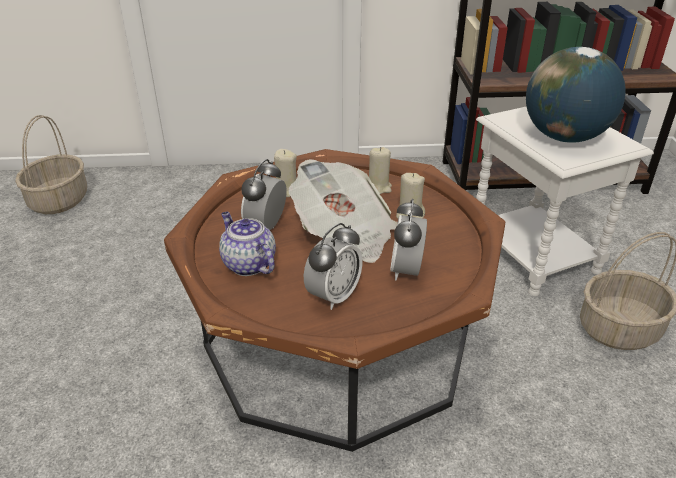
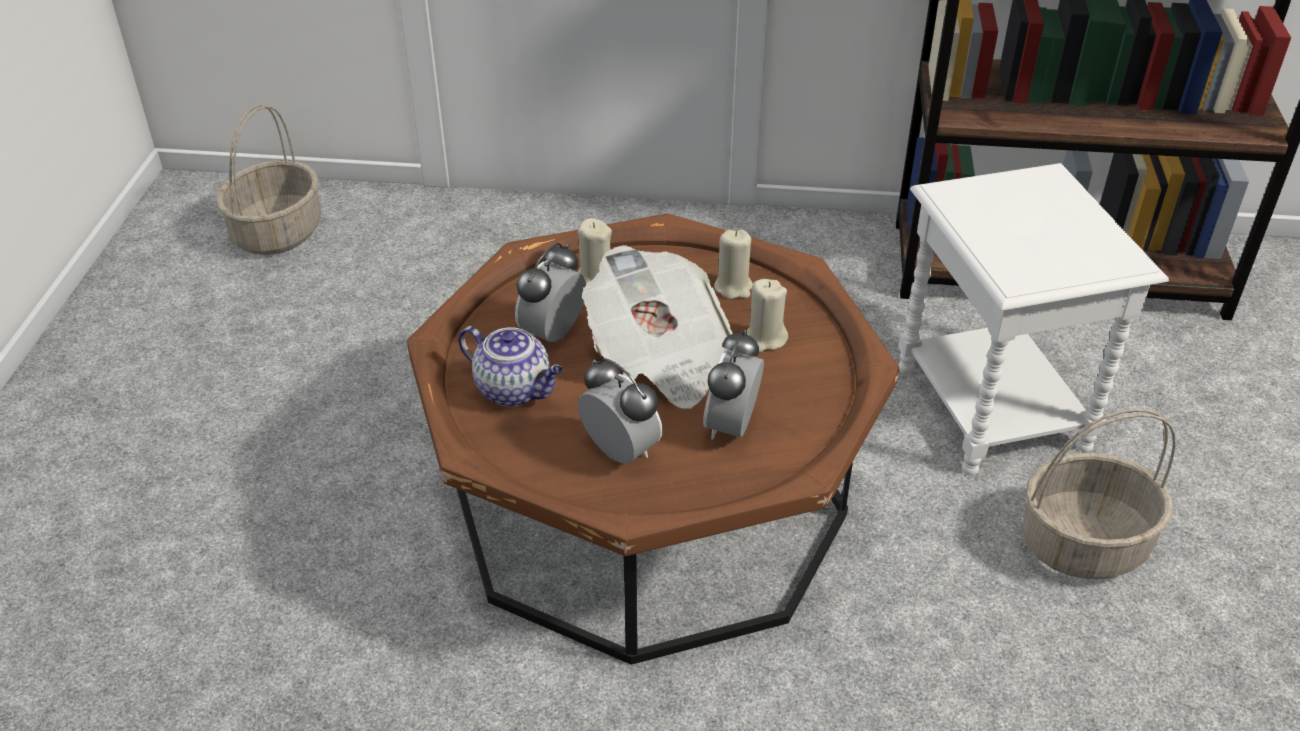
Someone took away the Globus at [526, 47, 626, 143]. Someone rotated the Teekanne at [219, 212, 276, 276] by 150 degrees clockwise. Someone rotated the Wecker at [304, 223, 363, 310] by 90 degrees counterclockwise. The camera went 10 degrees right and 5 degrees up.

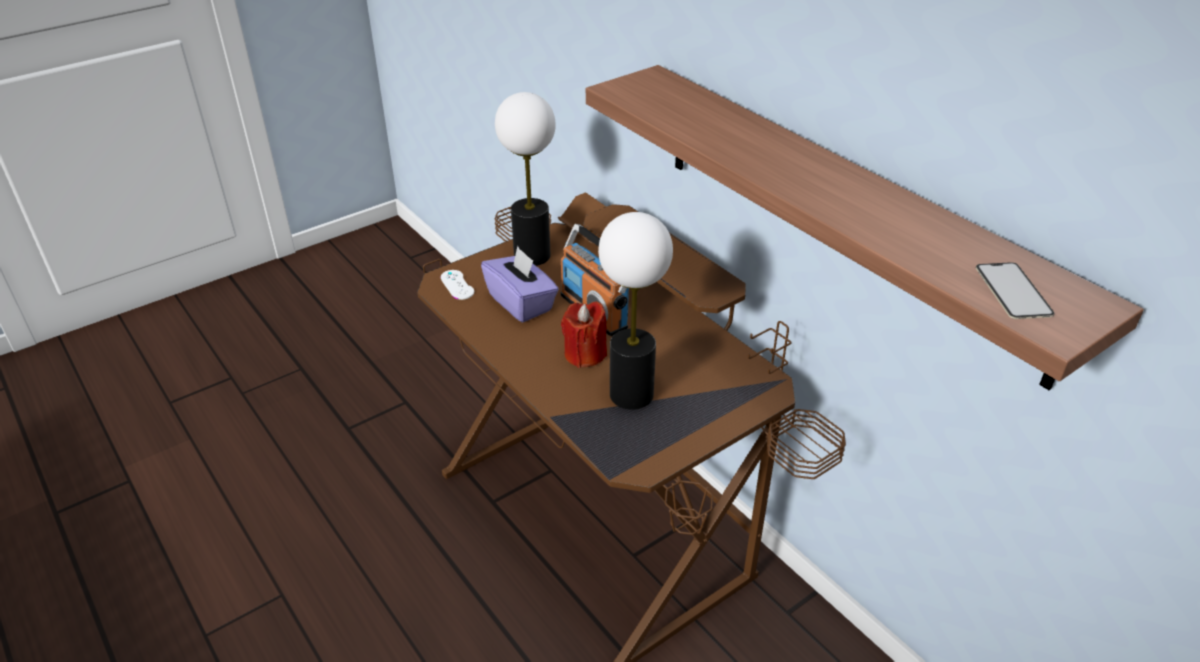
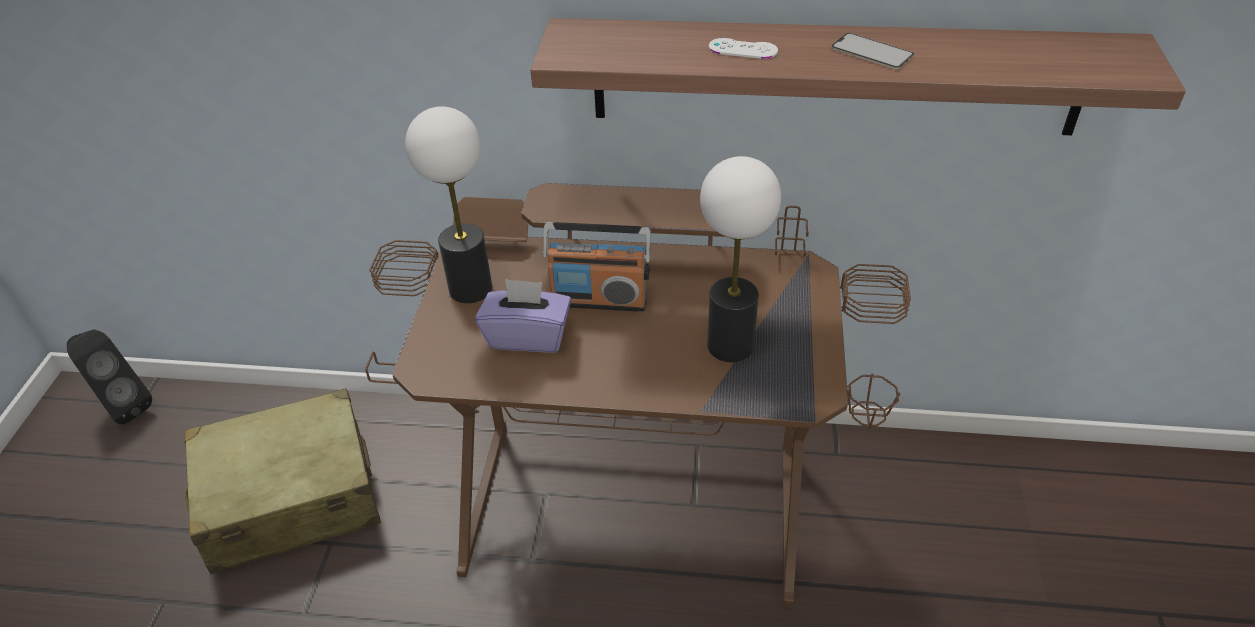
Someone took away the Kerze (rot) at [561, 301, 607, 368]. Someone put down the Lautsprecher (schwarz) at [67, 329, 152, 424]. Someone put down the Koffer (beige) at [184, 388, 381, 574]. Someone carried the Gamepad (weiß) from [440, 270, 474, 300] to [709, 38, 778, 59]. Someone carried the Handy from [976, 262, 1055, 319] to [831, 33, 914, 69]. The camera went 45 degrees left and 5 degrees up.

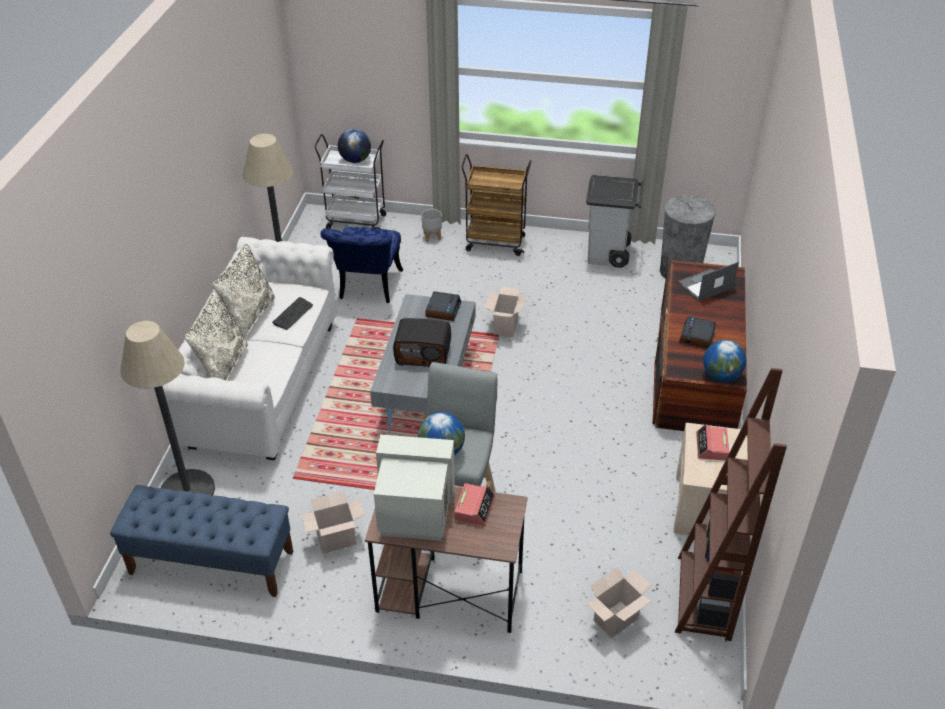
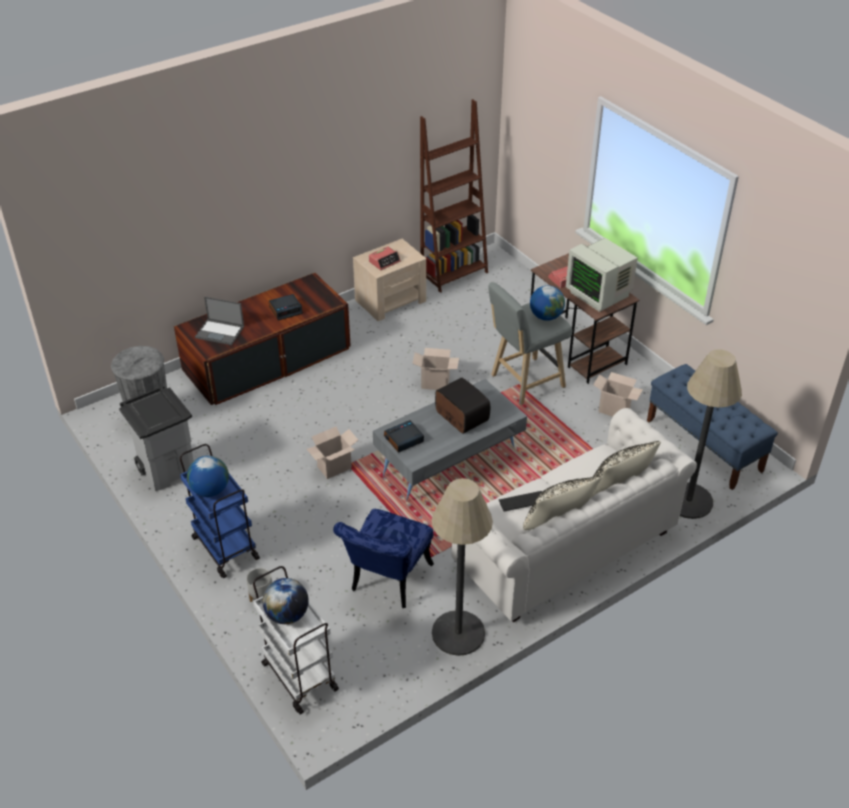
Someone carried the Karton from [587, 567, 652, 638] to [412, 348, 459, 390]. Someone carried the Globus from [703, 340, 747, 382] to [187, 456, 229, 497]. Someone repainted the Rollwagen (braun) at [462, 154, 532, 256], which became the Rollwagen (blau) at [180, 444, 260, 578]. Someone rotated the Stuhl (blau) at [321, 227, 403, 303] by 150 degrees clockwise. The camera went 135 degrees left and 0 degrees up.

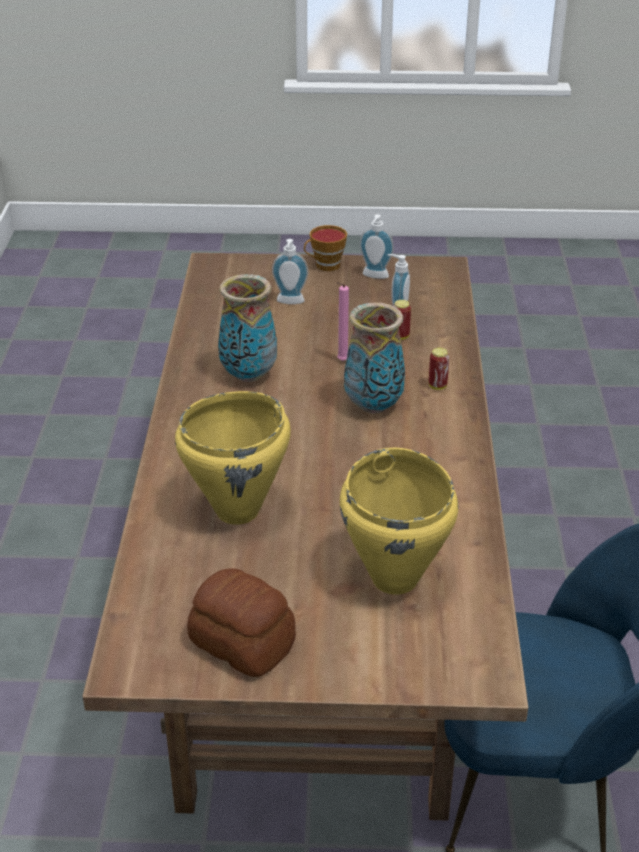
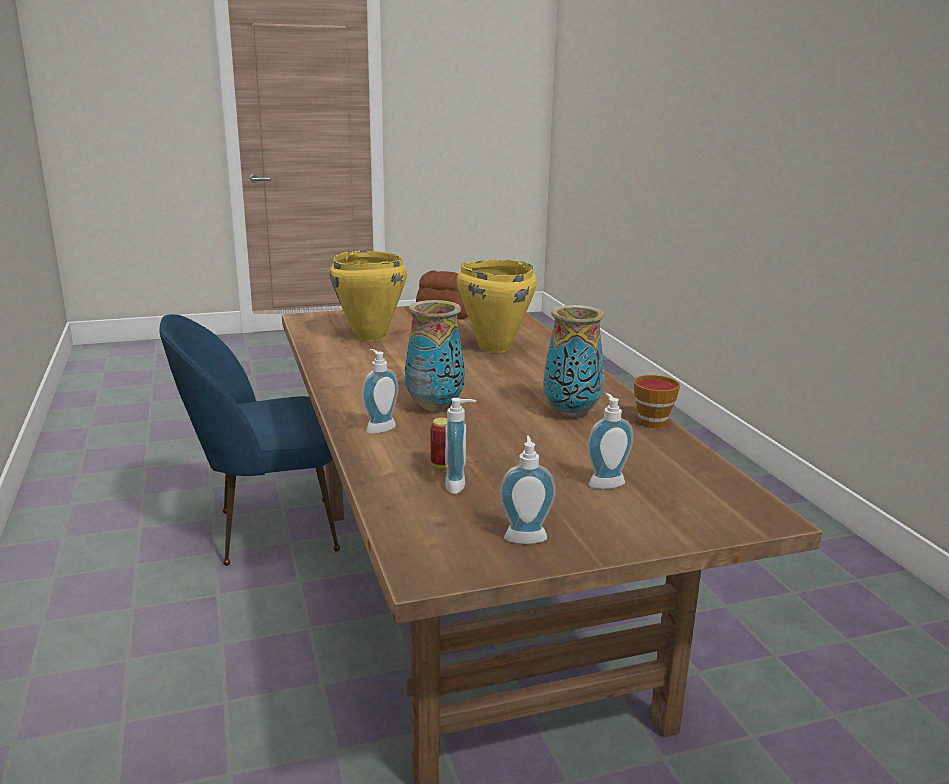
Someone took away the Kerze (rosa) at [336, 282, 349, 361]. Someone carried the Tasse from [304, 225, 347, 271] to [634, 375, 680, 428]. Someone swapped the Dose at [429, 348, 449, 390] for the Seifenspender at [362, 349, 398, 434]. The camera went 160 degrees right and 15 degrees down.

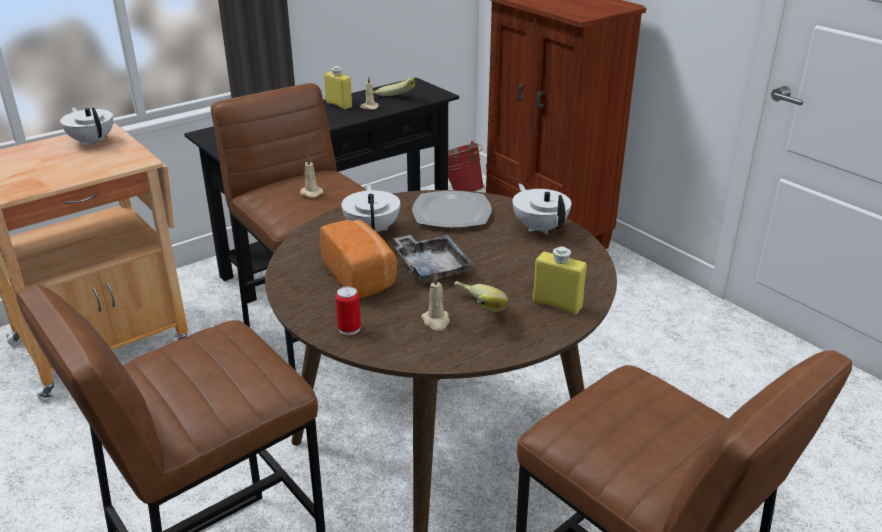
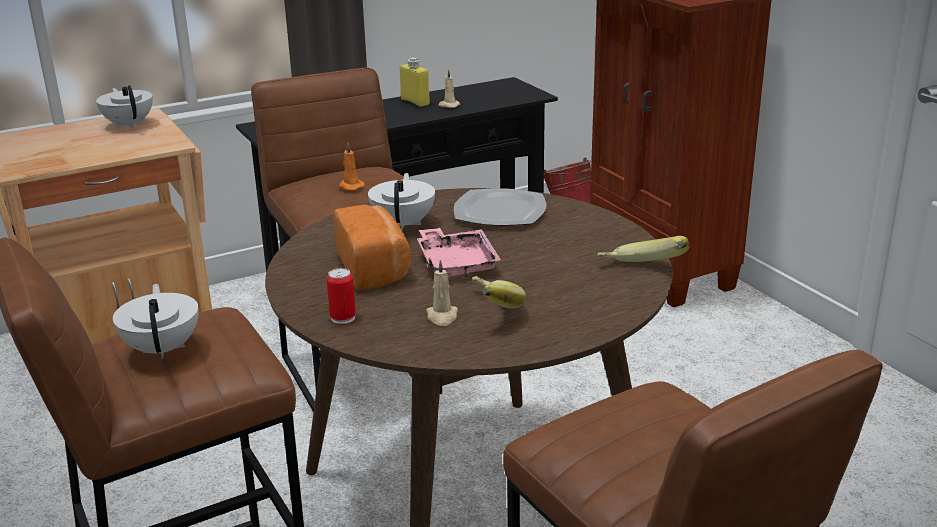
Someone took away the Flasche (gelb) at [533, 246, 587, 314]. Someone carried the Banane from [373, 78, 416, 96] to [597, 236, 690, 262]. Someone carried the Teekanne (weiß) from [513, 183, 571, 235] to [113, 284, 199, 359]. Someone repainted the Kerze (beige) at [300, 156, 323, 197], which became the Kerze (orange) at [339, 143, 365, 191]. Someone repainted the Tablett (grau) at [393, 234, 473, 283], which became the Tablett (rosa) at [417, 228, 501, 277]. The camera went 10 degrees right and 5 degrees down.

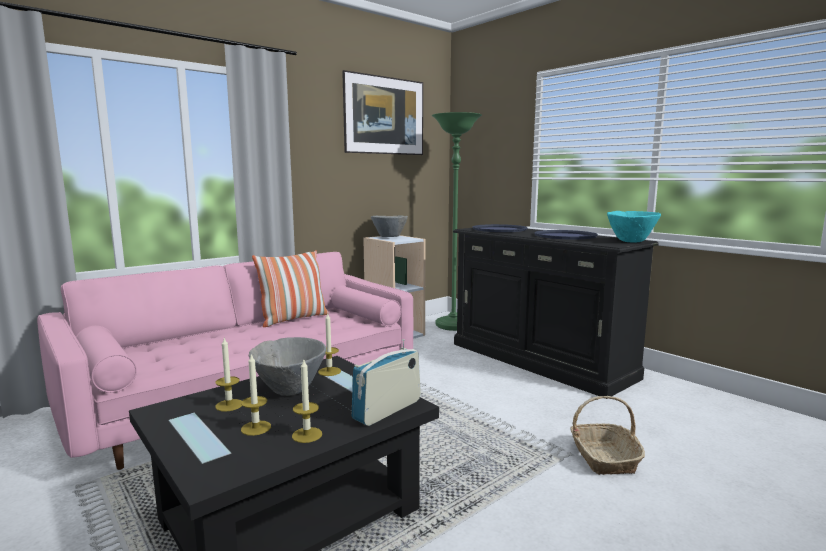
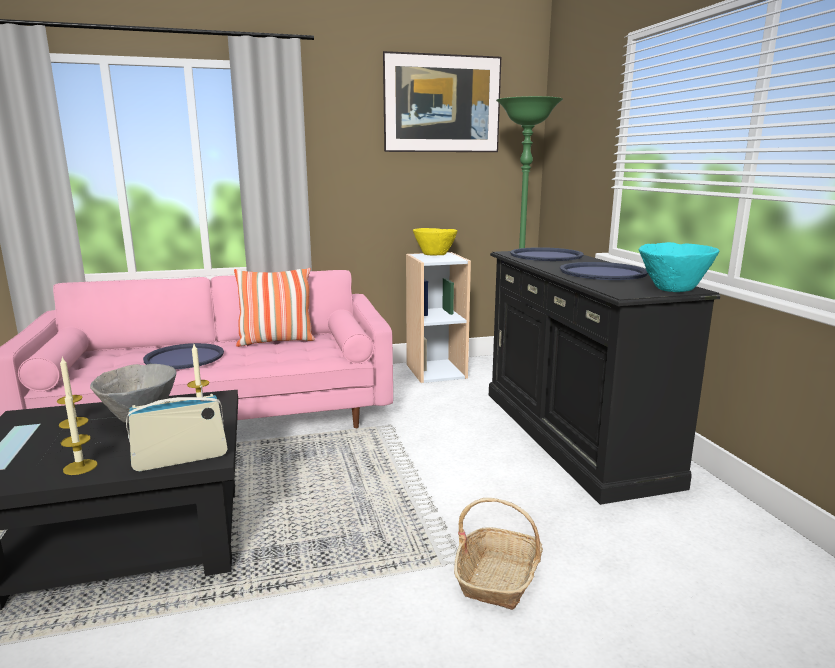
Someone took away the Kerze at [241, 354, 271, 436]. Someone put down the Tablett (blau) at [143, 343, 224, 369]. Someone repainted the Schüssel (grau) at [371, 215, 408, 237], which became the Schüssel (gelb) at [413, 228, 458, 255]. The camera went 25 degrees right and 5 degrees up.

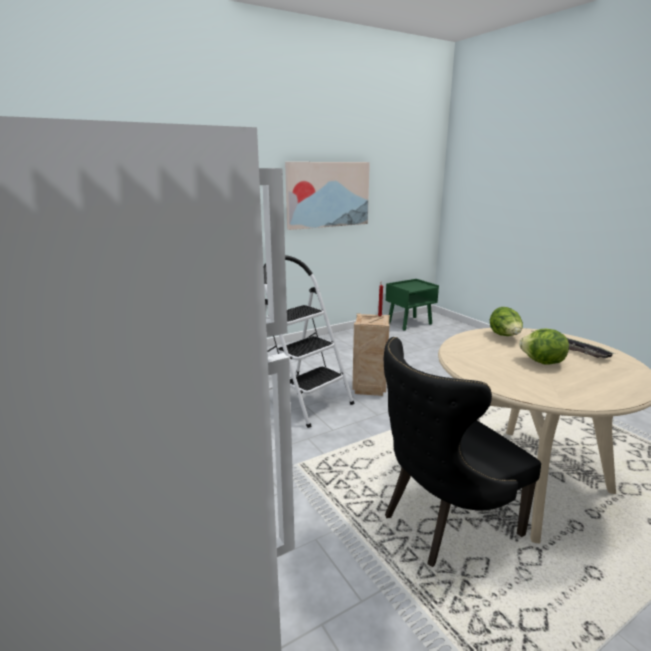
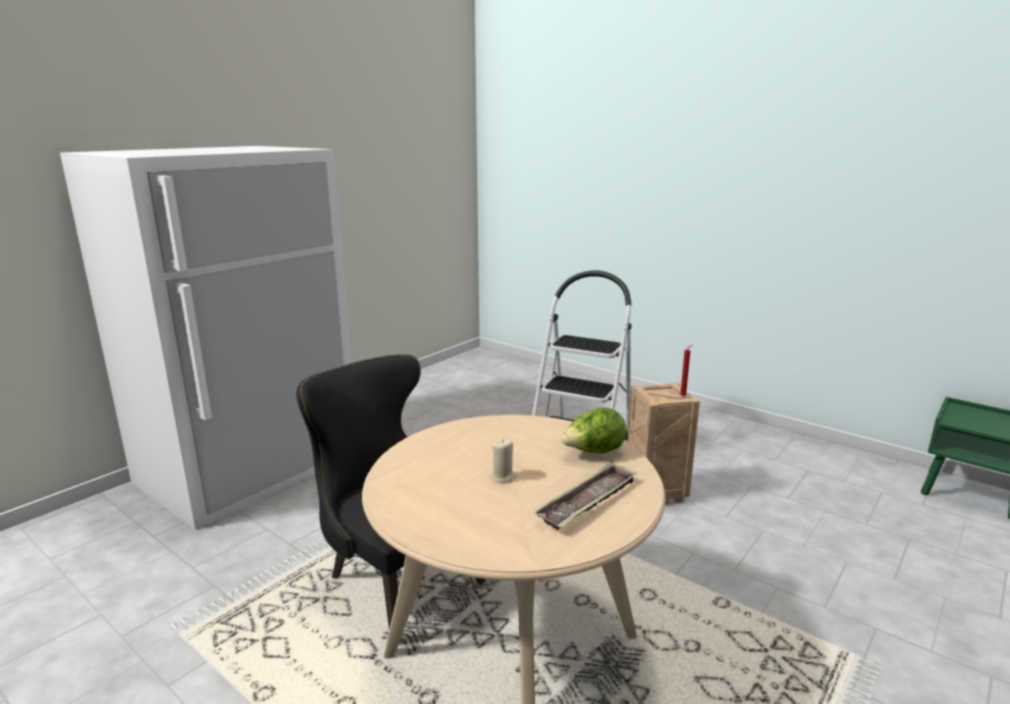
Someone took away the Bild at [285, 162, 370, 230]. Someone swapped the Salatkopf at [519, 329, 569, 365] for the Kerze (beige) at [490, 439, 517, 482]. The camera went 70 degrees right and 0 degrees up.

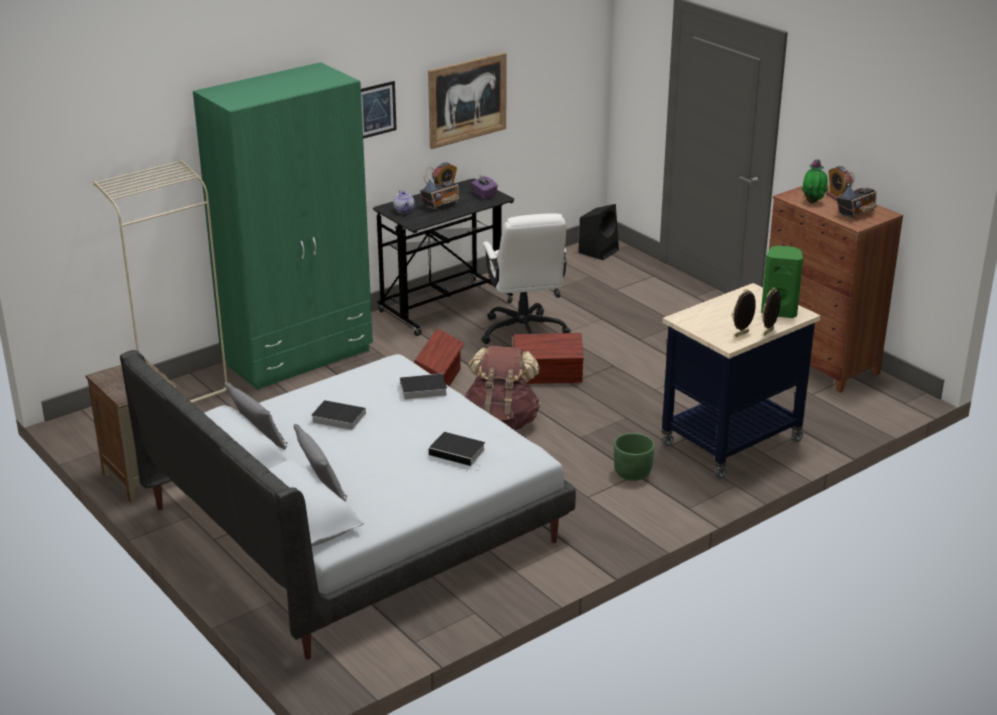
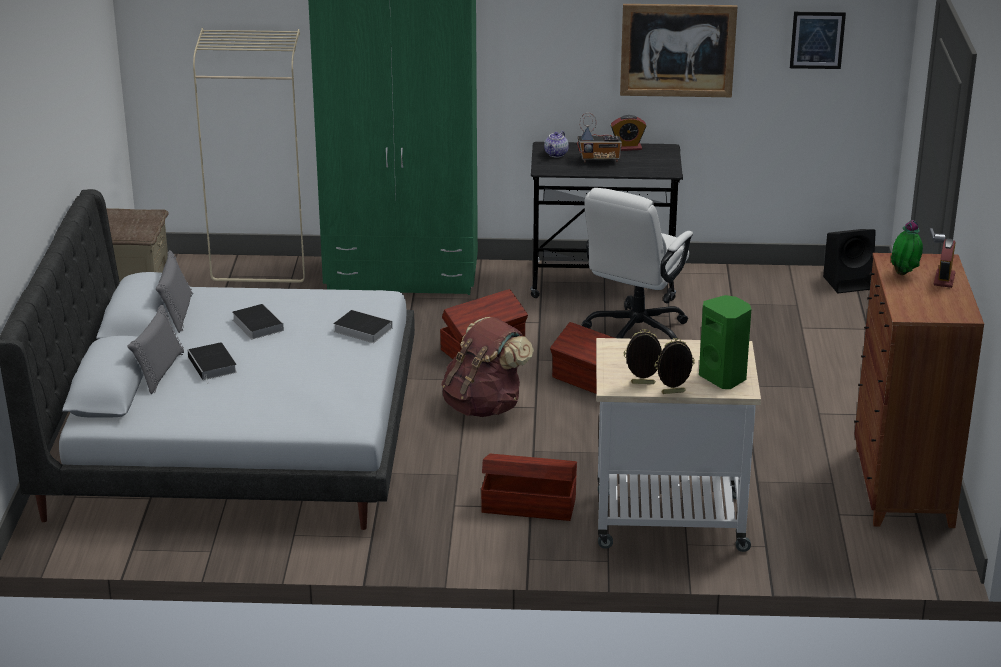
Someone took away the Taschentuchbox (lila) at [471, 176, 498, 199]. Someone took away the Radio at [836, 172, 877, 219]. Someone carried the Bild from [361, 81, 397, 139] to [790, 12, 846, 69]. Someone carried the Buch from [429, 432, 485, 466] to [188, 342, 237, 384]. Someone swapped the Pflanzkübel (grün) at [614, 433, 655, 481] for the Aufbewahrungsbox (braun) at [481, 454, 577, 521]. Someone repainted the Rollwagen (blau) at [662, 283, 820, 479], which became the Rollwagen (weiß) at [596, 338, 761, 552]. The camera went 40 degrees right and 0 degrees up.

